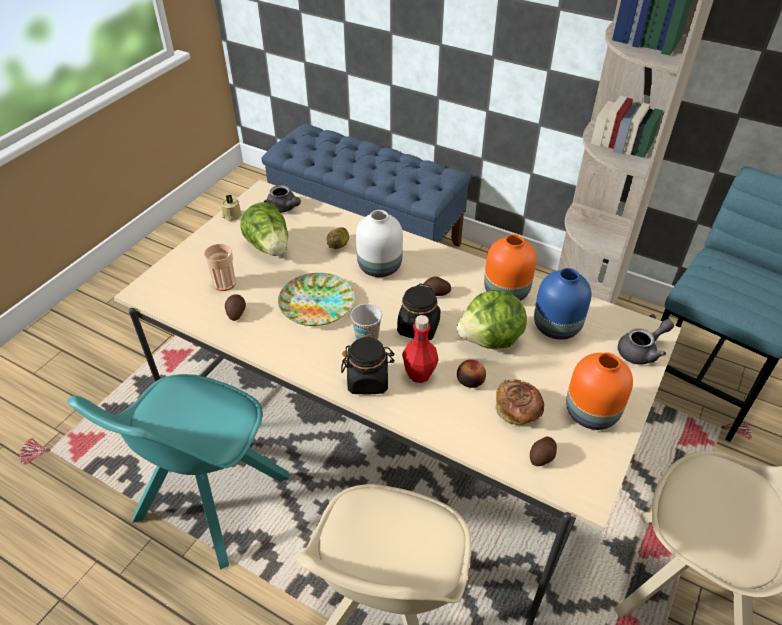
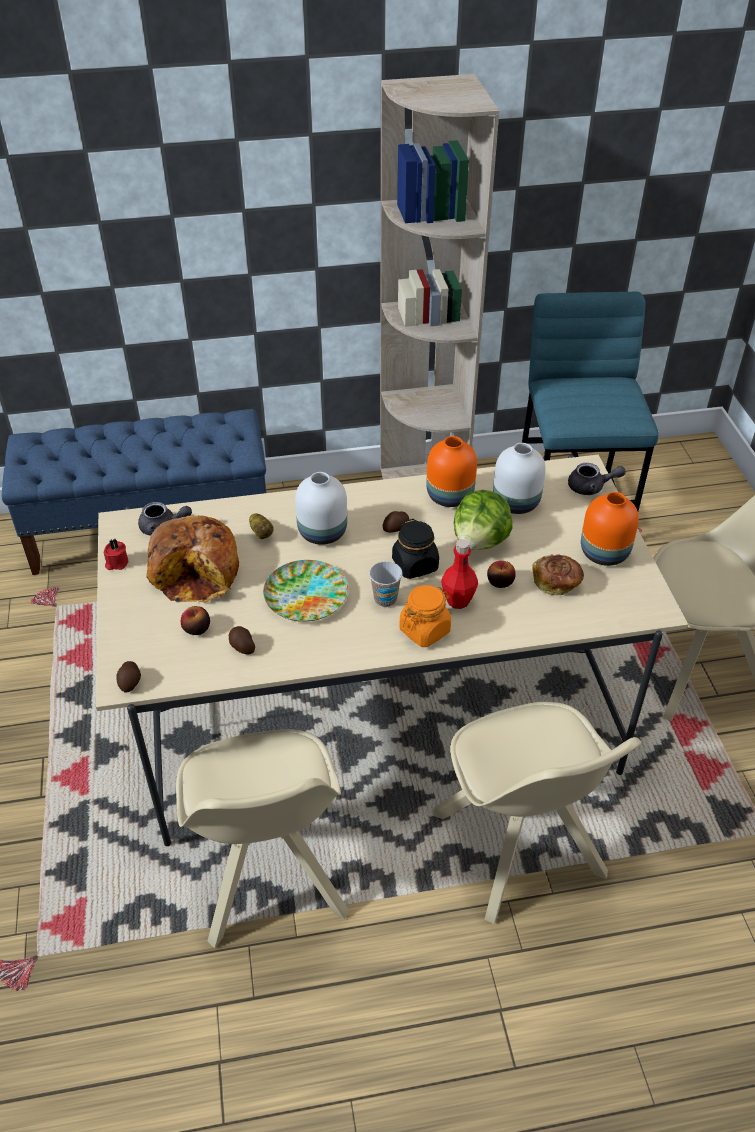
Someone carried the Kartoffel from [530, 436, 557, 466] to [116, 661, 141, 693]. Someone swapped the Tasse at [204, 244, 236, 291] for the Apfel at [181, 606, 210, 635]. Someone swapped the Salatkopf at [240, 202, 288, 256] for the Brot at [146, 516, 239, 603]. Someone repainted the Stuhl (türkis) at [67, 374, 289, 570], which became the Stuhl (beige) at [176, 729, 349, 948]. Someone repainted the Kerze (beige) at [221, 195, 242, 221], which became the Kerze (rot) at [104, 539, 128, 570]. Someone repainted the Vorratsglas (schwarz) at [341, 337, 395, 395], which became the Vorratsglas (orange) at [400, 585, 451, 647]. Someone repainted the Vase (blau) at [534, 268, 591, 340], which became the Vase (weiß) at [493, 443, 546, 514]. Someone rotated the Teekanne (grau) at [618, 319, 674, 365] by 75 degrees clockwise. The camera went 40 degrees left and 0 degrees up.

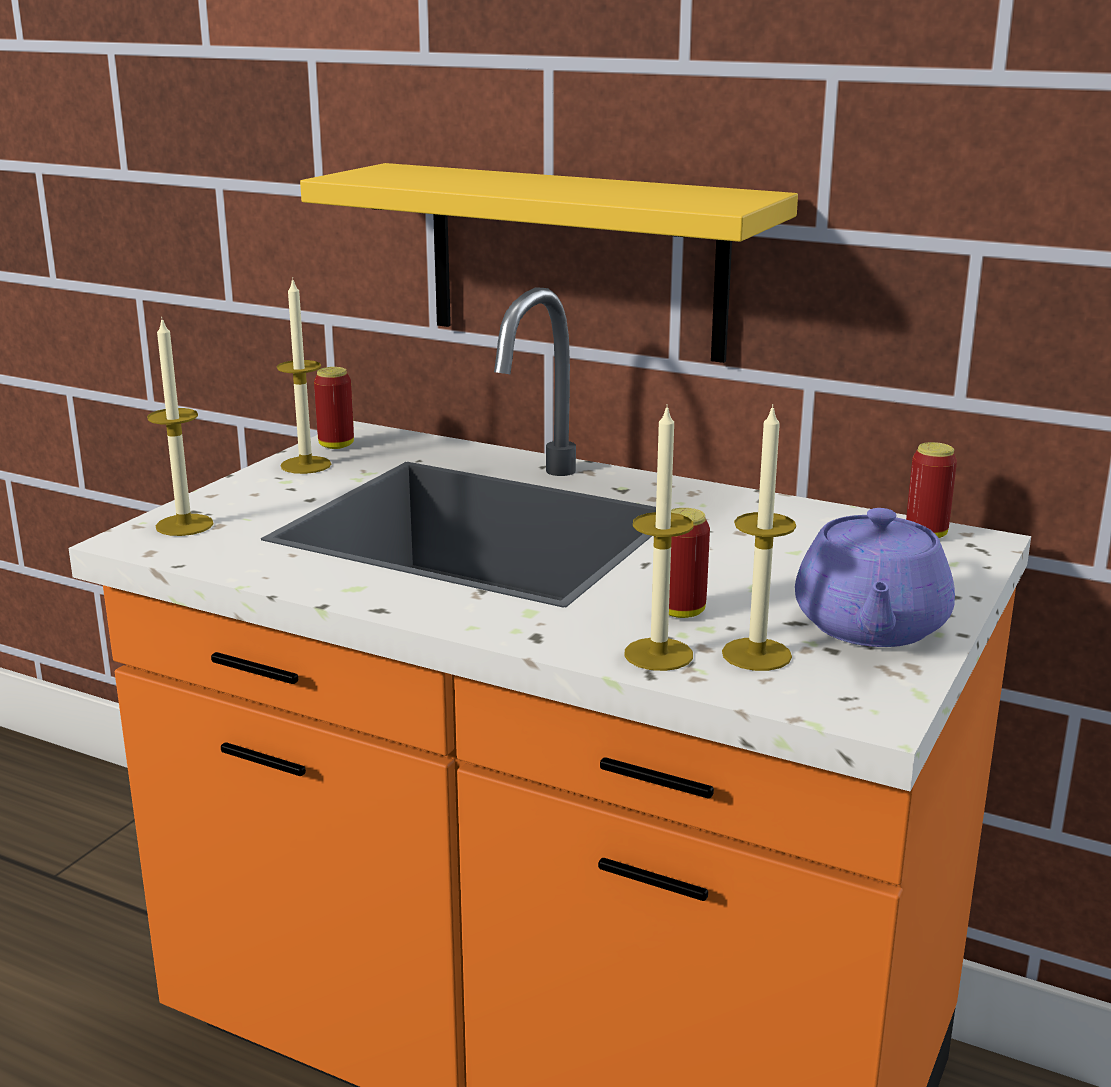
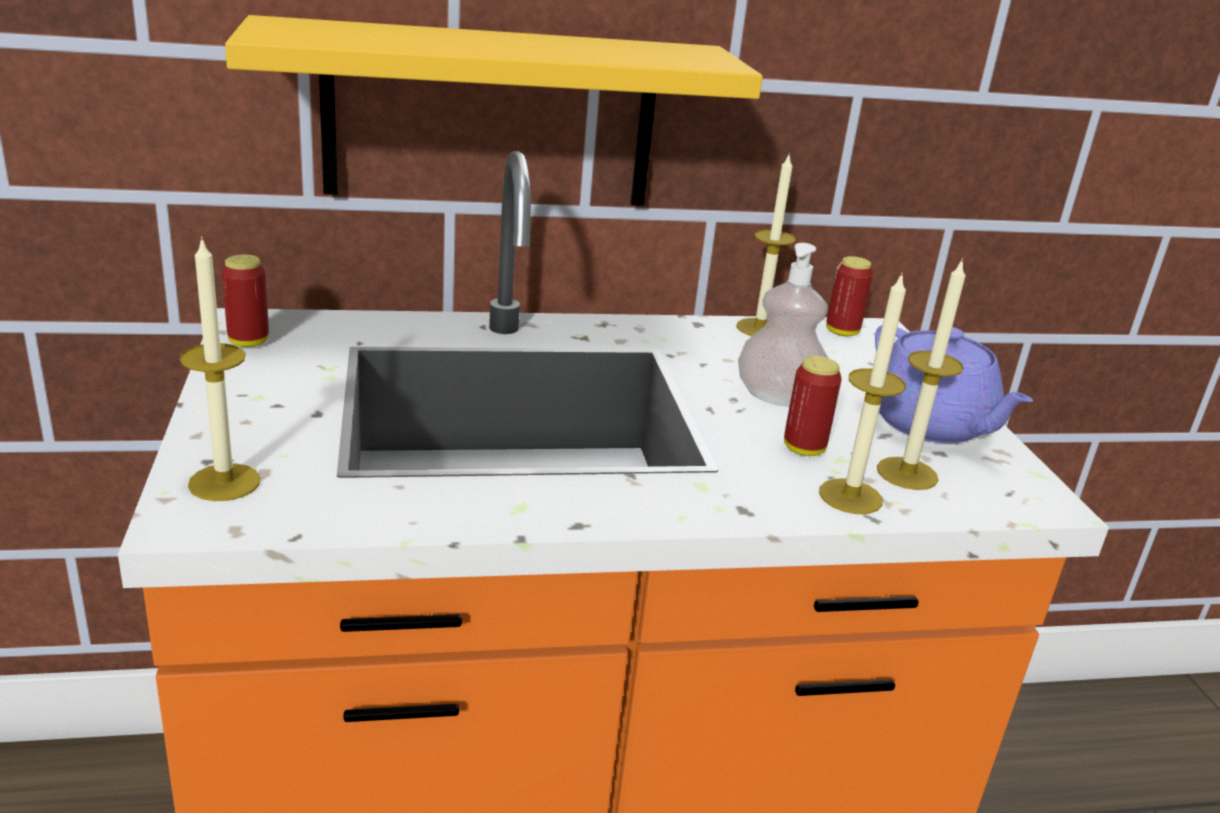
Someone put down the Seifenspender at [738, 243, 828, 407]. Someone carried the Kerze from [277, 277, 331, 474] to [736, 152, 796, 336]. The camera went 40 degrees left and 5 degrees up.

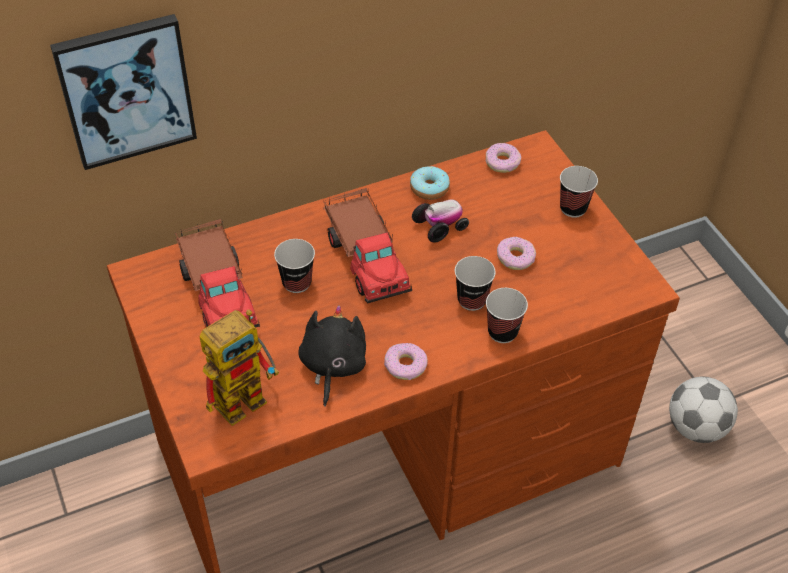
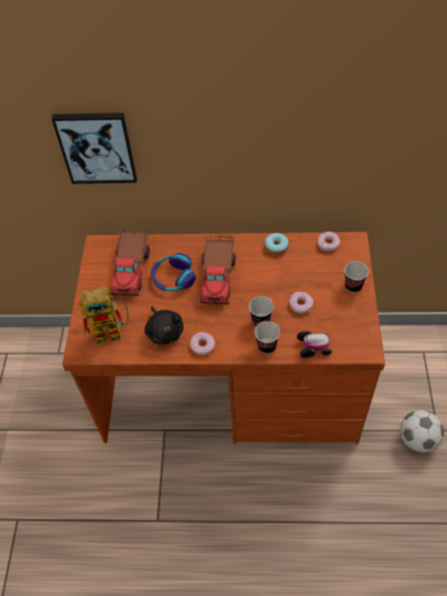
Someone carried the Spielzeugauto from [412, 200, 469, 242] to [297, 331, 332, 358]. Someone swapped the Tasse at [274, 239, 315, 293] for the Kopfhörer at [151, 253, 196, 291]. Someone rotated the Plüschtier (schwarz) at [298, 305, 366, 407] by 120 degrees clockwise. The camera went 30 degrees right and 5 degrees up.

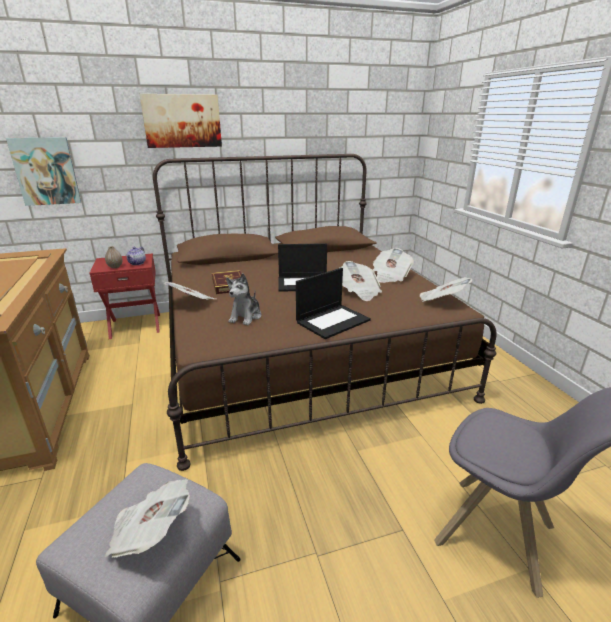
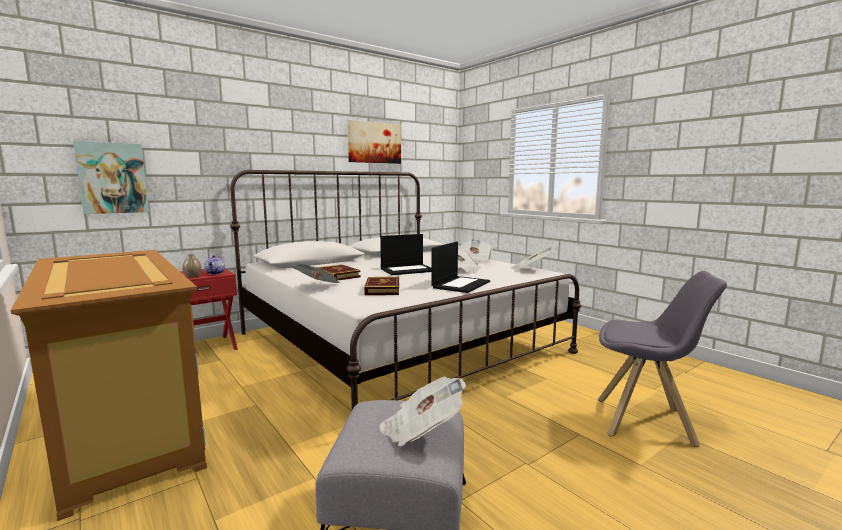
Someone carried the Bild from [140, 94, 222, 148] to [347, 120, 401, 164]. Someone swapped the Plüschtier at [226, 273, 261, 325] for the Buch at [364, 277, 399, 295]. Someone repainted the Bett (braun) at [153, 154, 497, 471], which became the Bett (weiß) at [230, 170, 581, 410]. The camera went 20 degrees left and 15 degrees down.

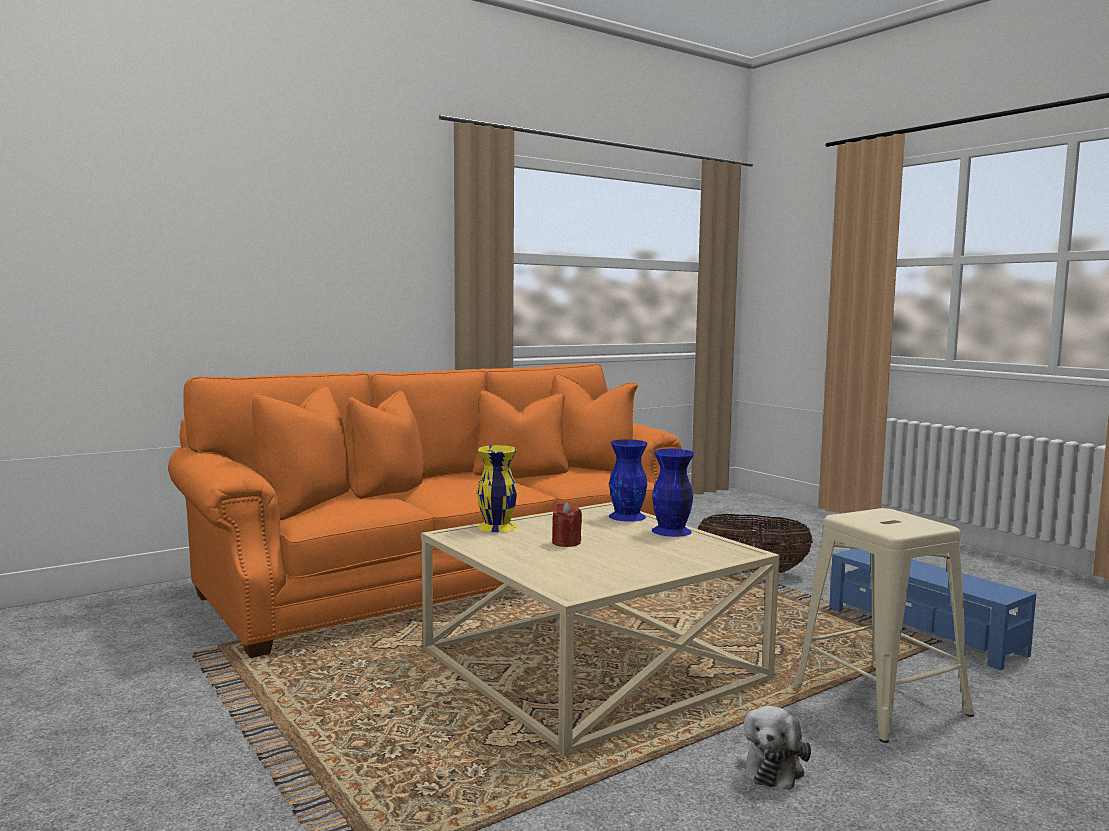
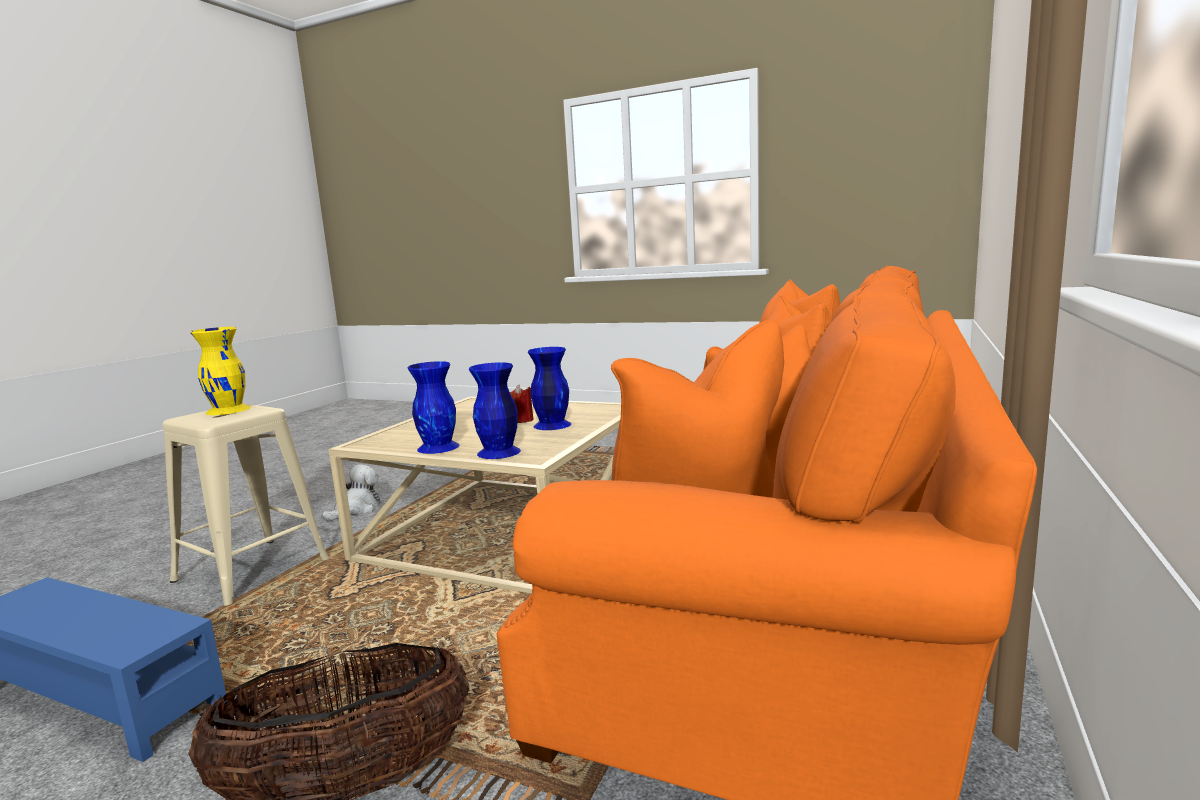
Someone put down the Vase (blau) at [528, 347, 571, 430]. Someone carried the Vase (gelb) from [477, 445, 517, 532] to [190, 327, 251, 415]. Someone rotated the Plüschtier at [737, 706, 811, 790] by 45 degrees clockwise. The camera went 150 degrees right and 5 degrees up.

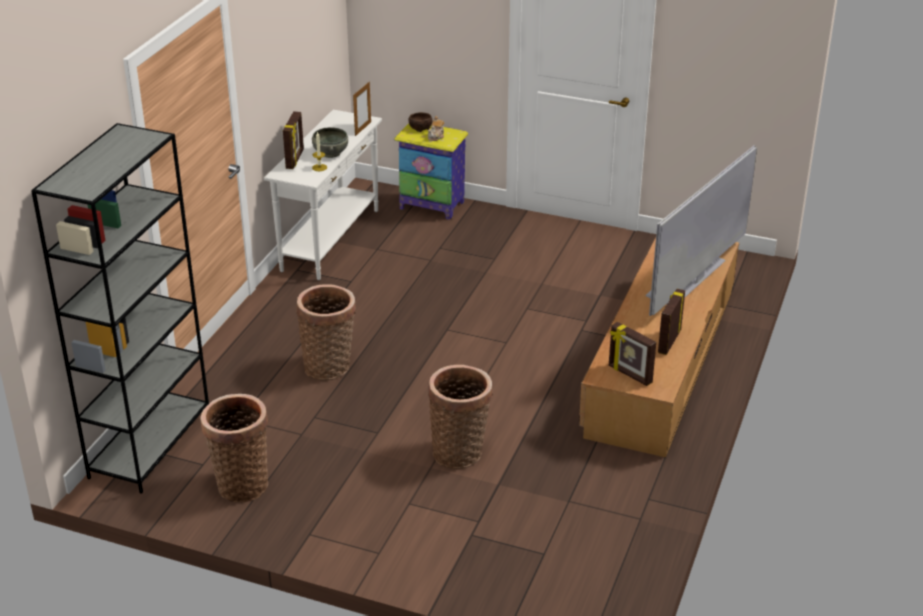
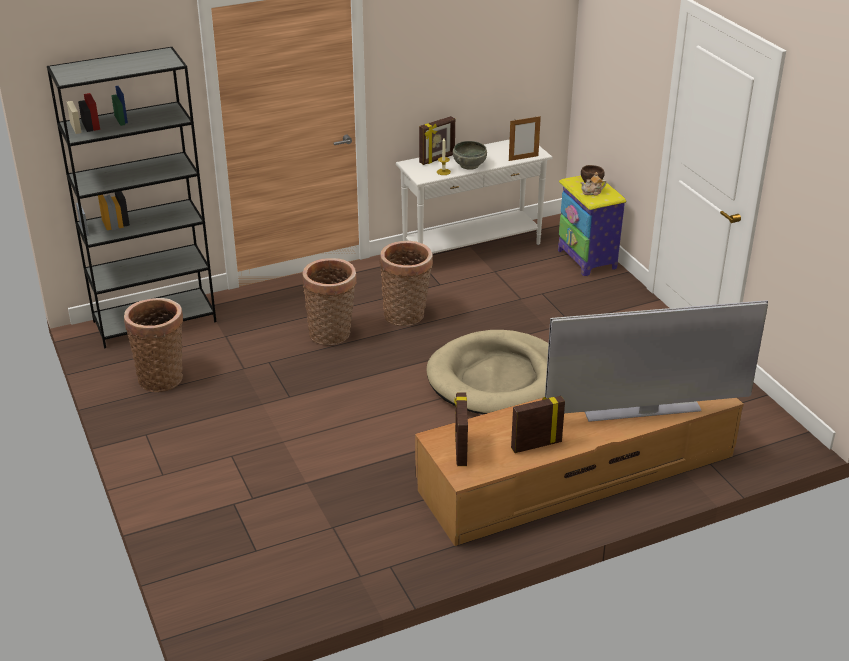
Someone put down the Hundebett (beige) at [426, 330, 549, 414]. Someone carried the Korb from [428, 365, 493, 469] to [380, 241, 433, 326]. The camera went 45 degrees right and 0 degrees up.

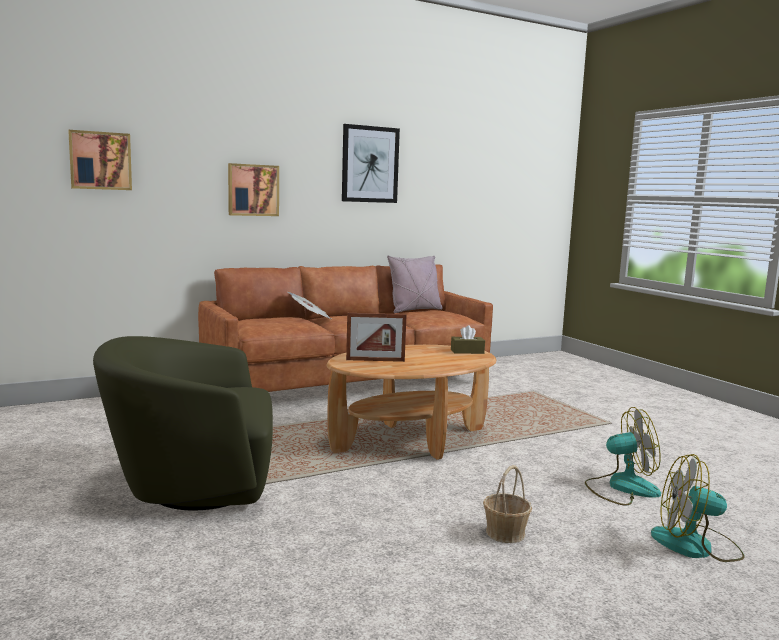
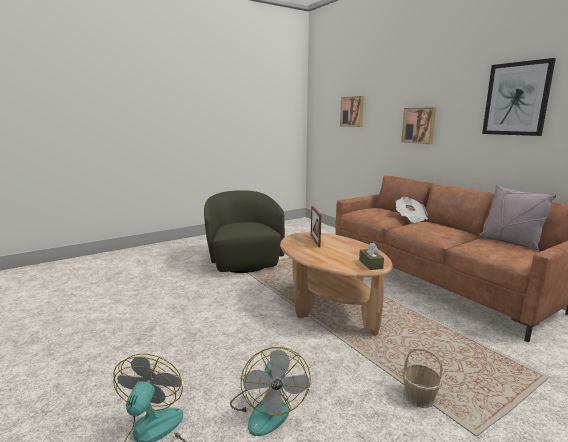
Someone carried the Korb from [483, 465, 532, 543] to [402, 348, 443, 408]. The camera went 85 degrees right and 5 degrees up.

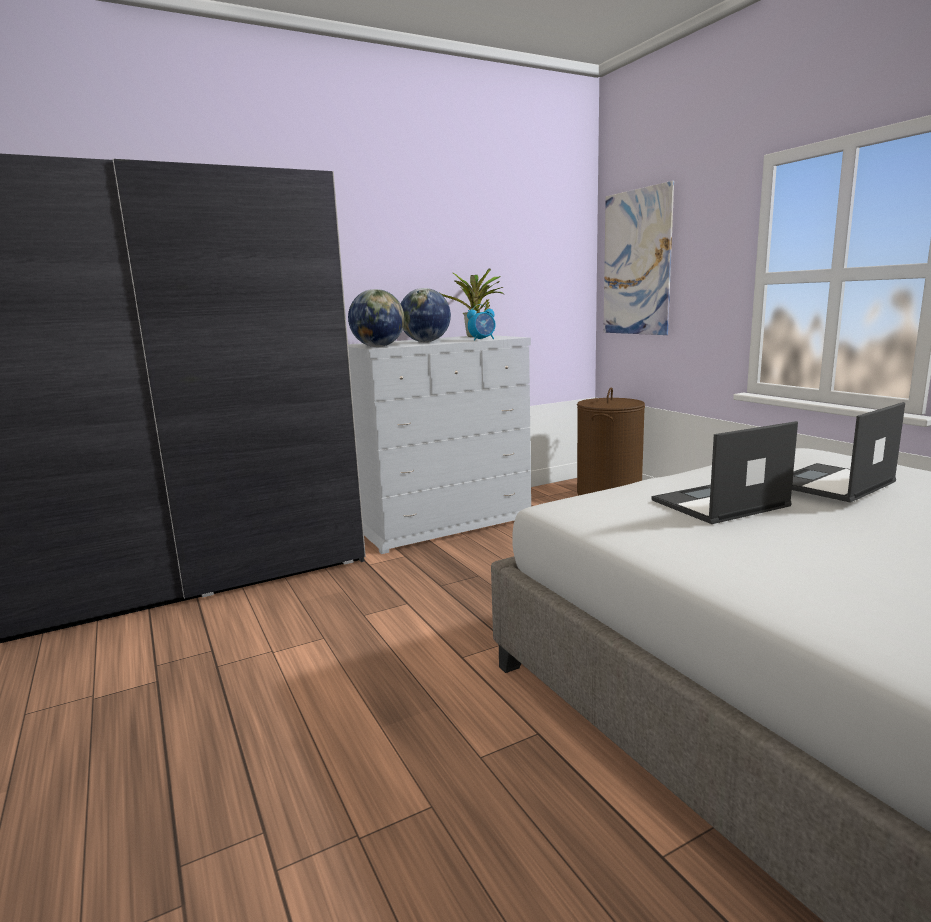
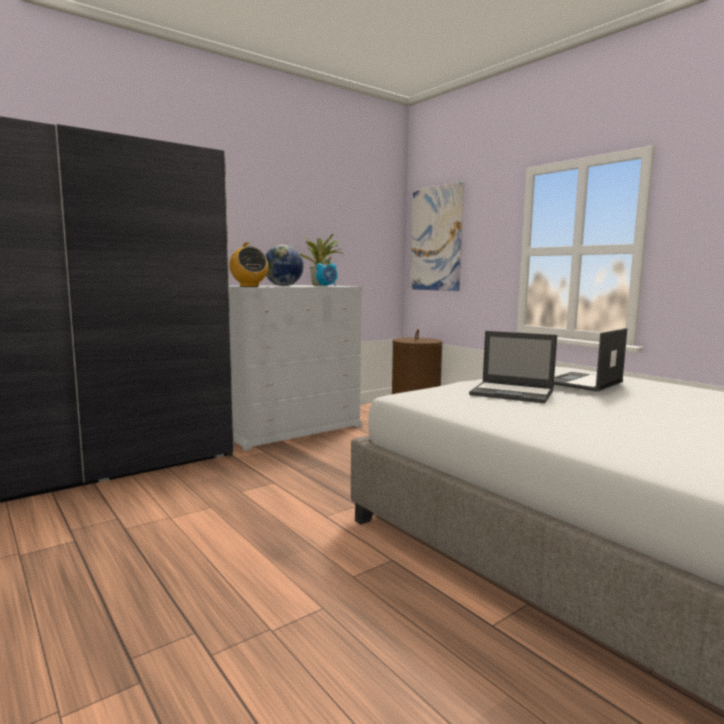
Someone swapped the Globus at [348, 289, 405, 347] for the Radio at [230, 242, 268, 287]. Someone rotated the Laptop at [651, 421, 798, 524] by 120 degrees counterclockwise. The camera went 10 degrees left and 5 degrees down.

